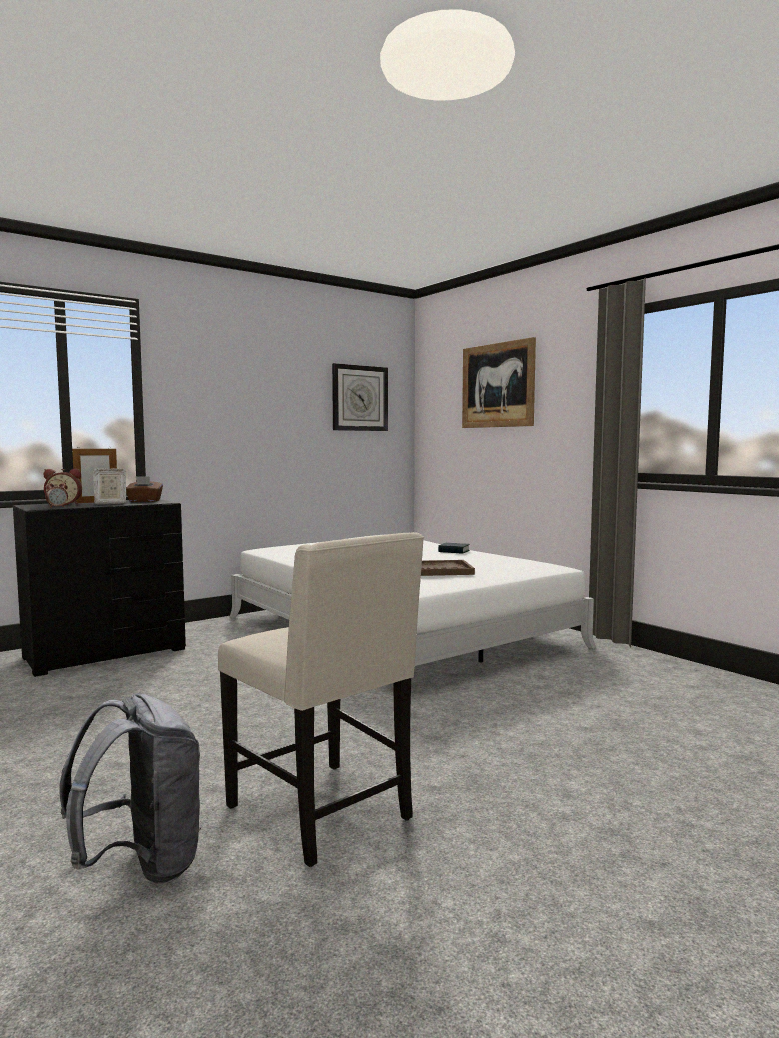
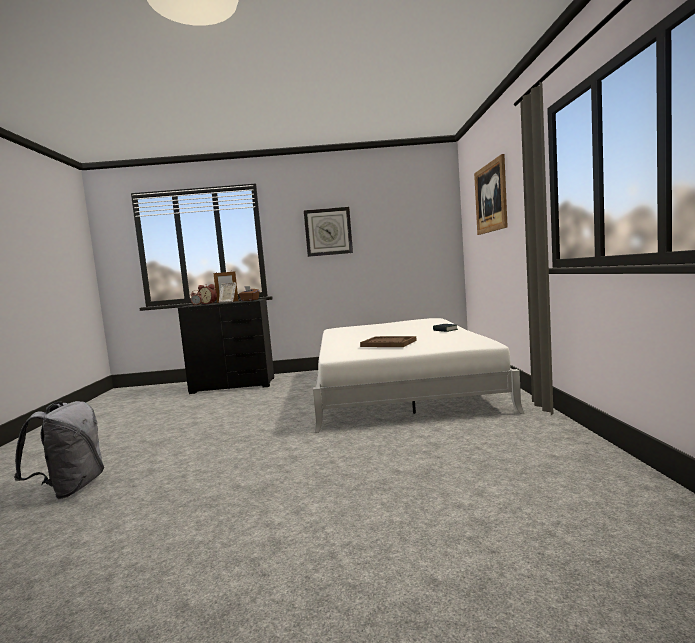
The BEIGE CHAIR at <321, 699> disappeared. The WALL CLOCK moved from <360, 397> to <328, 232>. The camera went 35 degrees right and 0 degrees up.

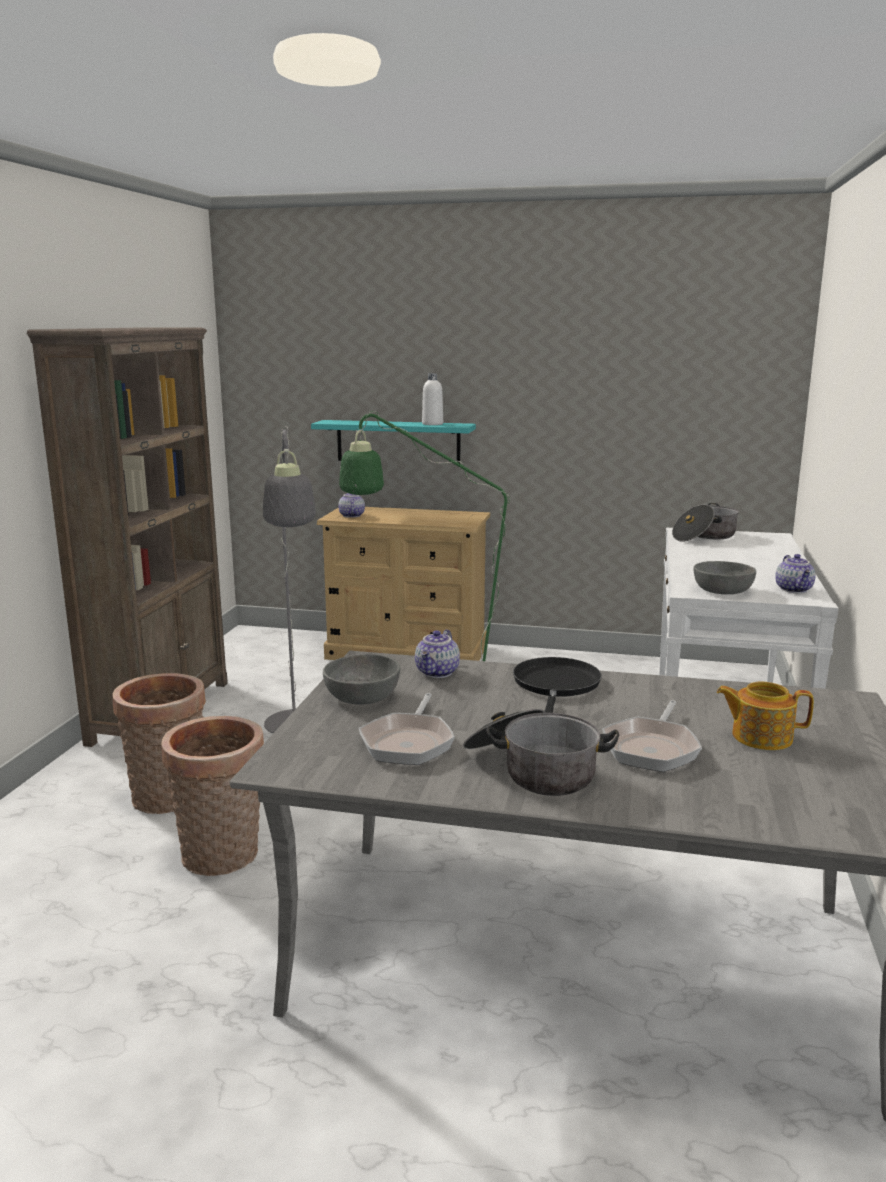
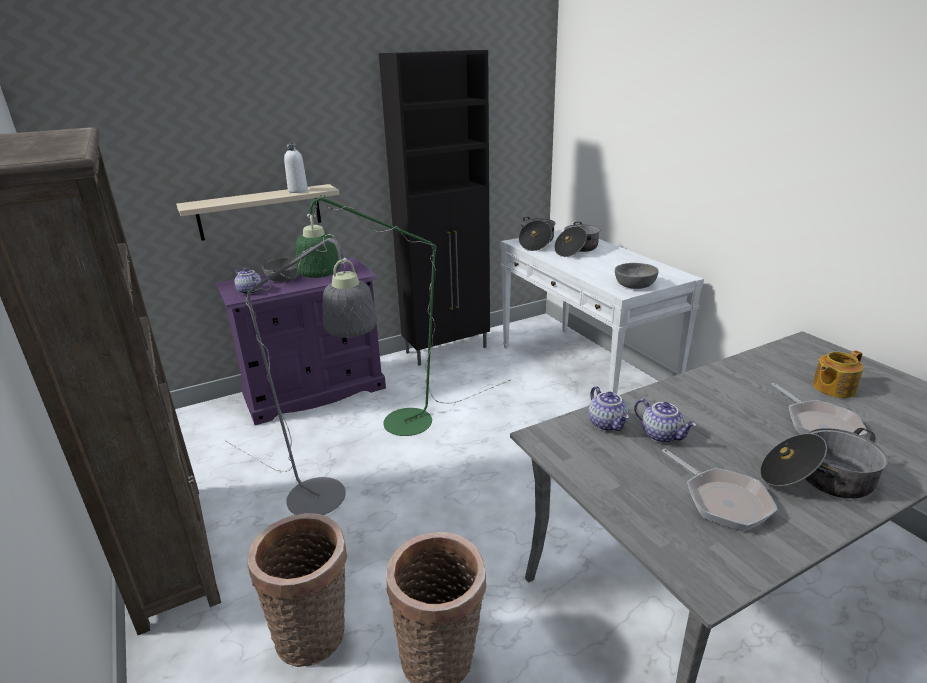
The TURQUOISE SHELF at <393, 441> became the BEIGE SHELF at <258, 212>. The BEIGE DRESSER at <403, 584> became the PURPLE DRESSER at <301, 341>. The GREY BOWL moved from <361, 679> to <281, 270>. The BLACK FRYING PAN at <557, 685> disappeared. The TEAPOT moved from <795, 573> to <665, 421>. The BLACK CABINET at <434, 208> appeared. The COOKING POT at <577, 239> appeared. The camera went 40 degrees left and 10 degrees up.

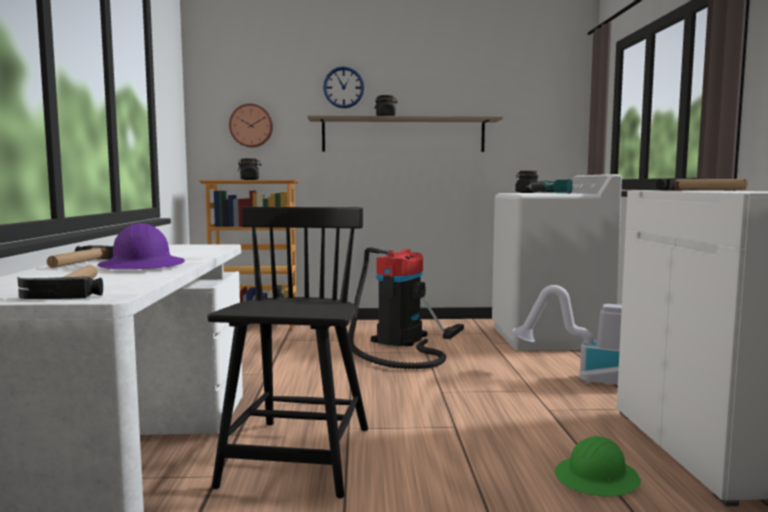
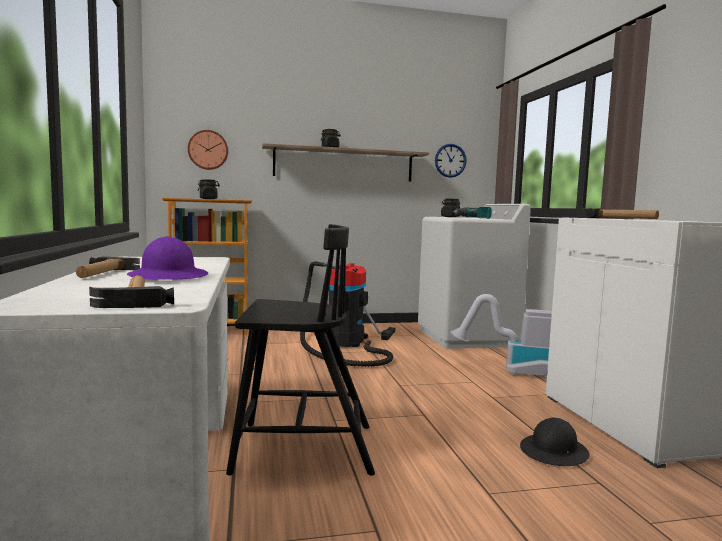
The BLACK CHAIR at <288, 352> turned 90 degrees clockwise. The WALL CLOCK moved from <343, 87> to <451, 161>. The GREEN HARD HAT at <598, 466> became the BLACK HARD HAT at <555, 441>. The camera went 10 degrees left and 0 degrees up.

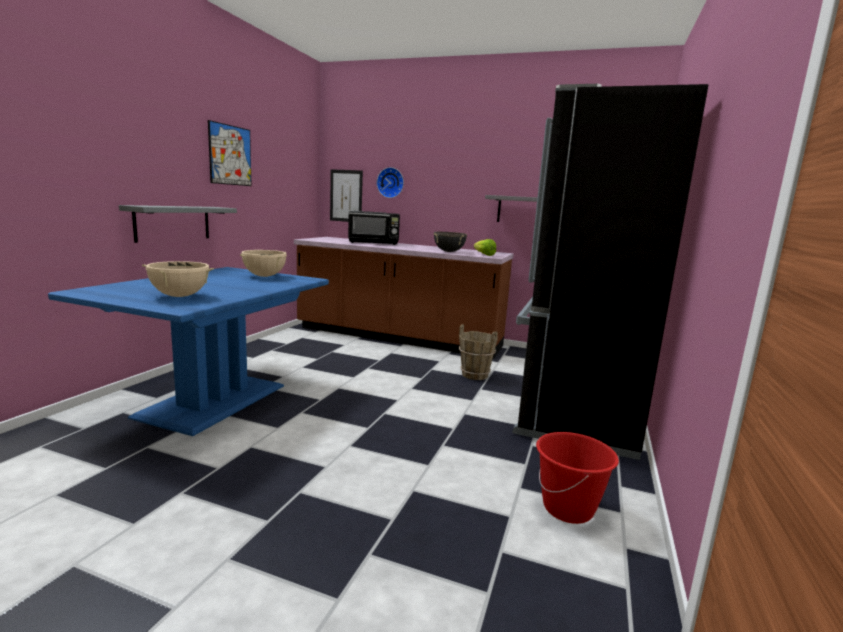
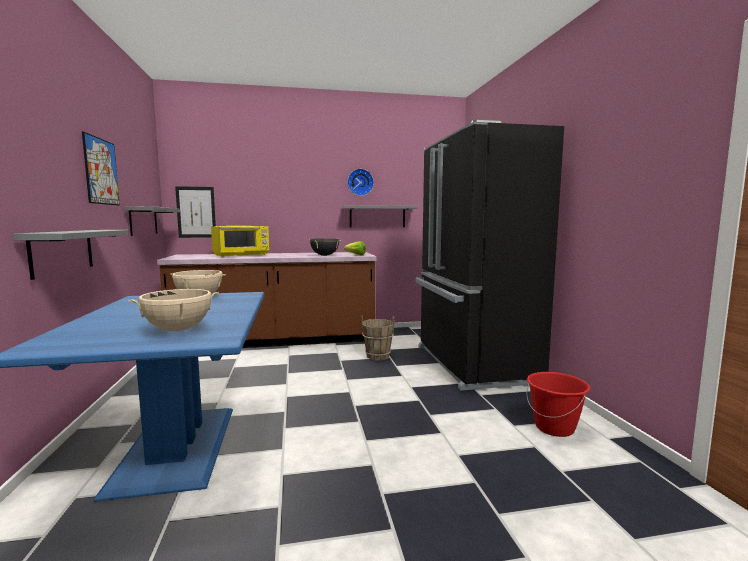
The BLACK MICROWAVE at <374, 228> became the YELLOW MICROWAVE at <240, 241>. The WALL CLOCK moved from <390, 182> to <360, 182>. The GREY SHELF at <152, 221> appeared. The camera went 30 degrees left and 5 degrees down.

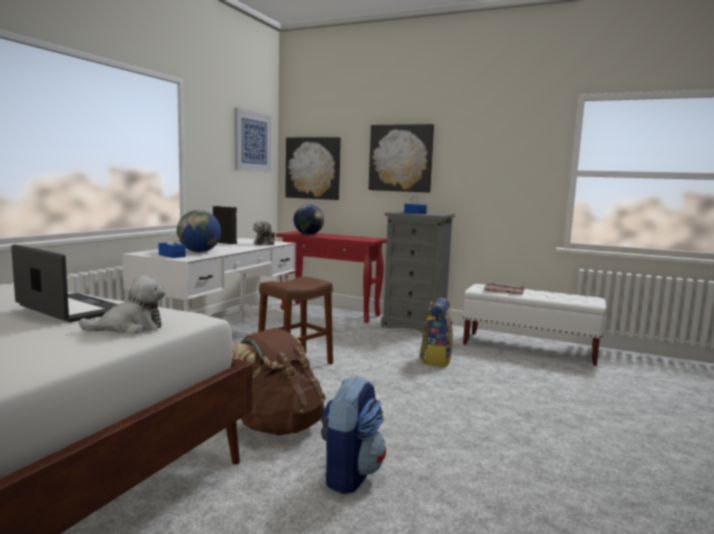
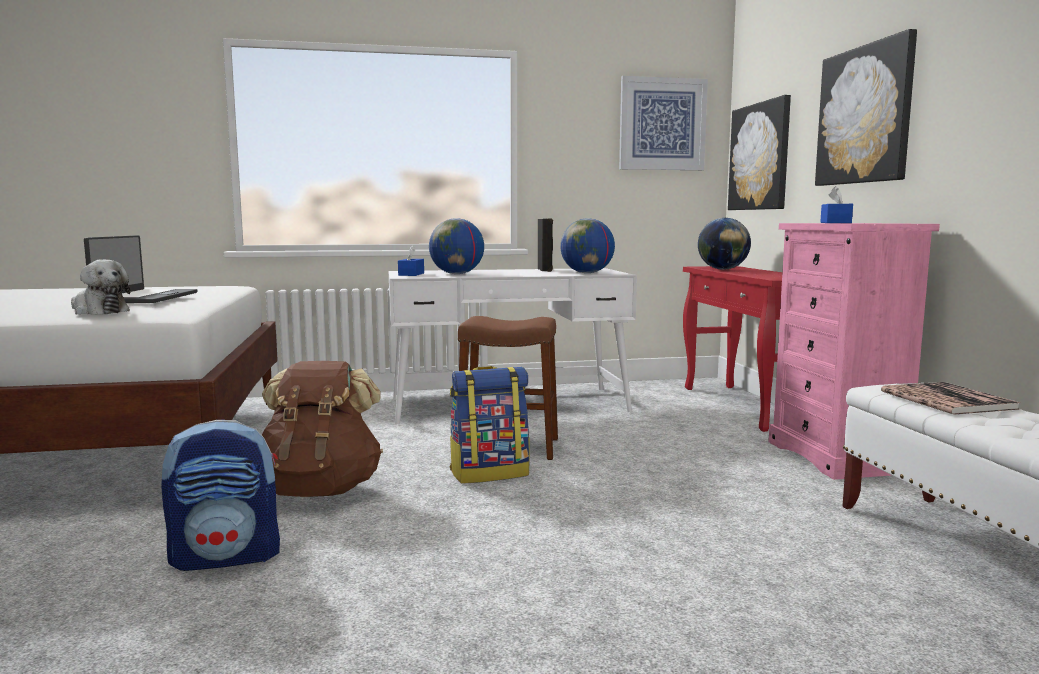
The PLUSH TOY at <264, 232> was replaced by the GLOBE at <587, 245>. The GREY DRESSER at <418, 271> became the PINK DRESSER at <854, 351>. The BACKPACK moved from <436, 332> to <490, 425>. The camera went 55 degrees right and 0 degrees up.

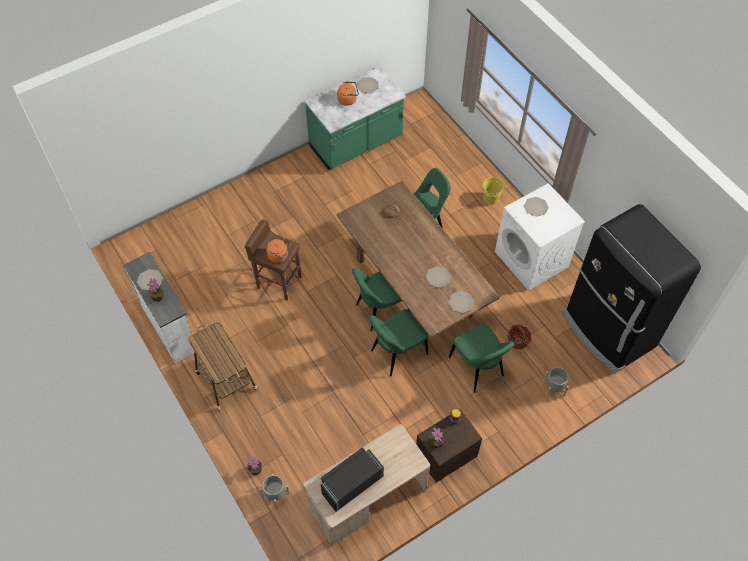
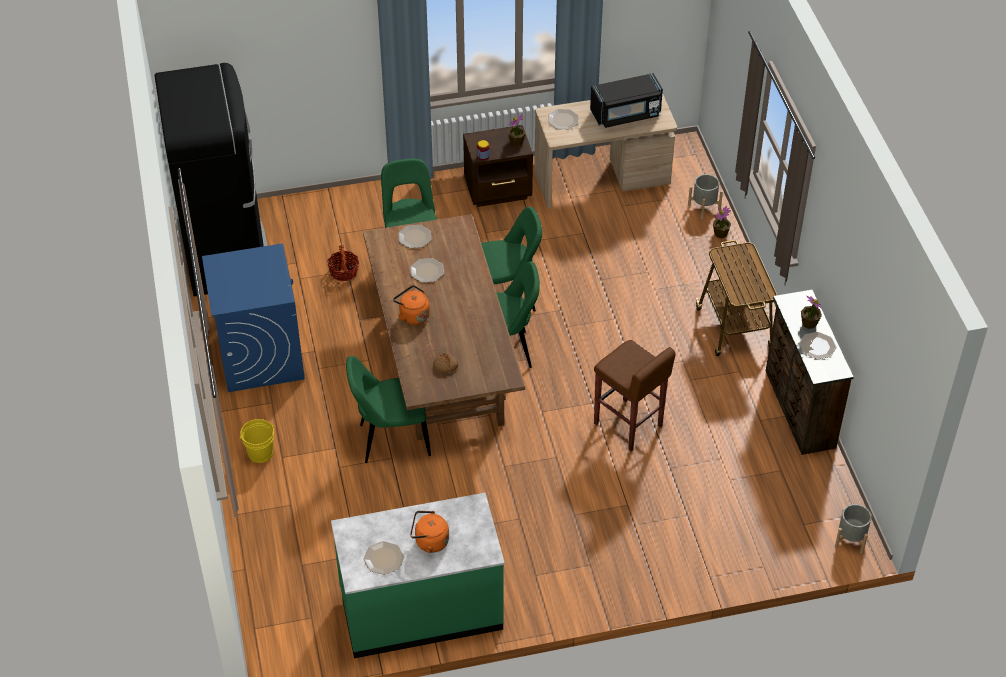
The WHITE DRESSER at <158, 307> became the BROWN DRESSER at <810, 372>. The ORANGE KETTLE moved from <278, 250> to <411, 305>. The WHITE WASHING MACHINE at <540, 237> became the BLUE WASHING MACHINE at <253, 318>. The PLATE moved from <536, 207> to <563, 119>. The GREY PLANTER moved from <556, 382> to <853, 529>. The camera went 160 degrees left and 10 degrees down.

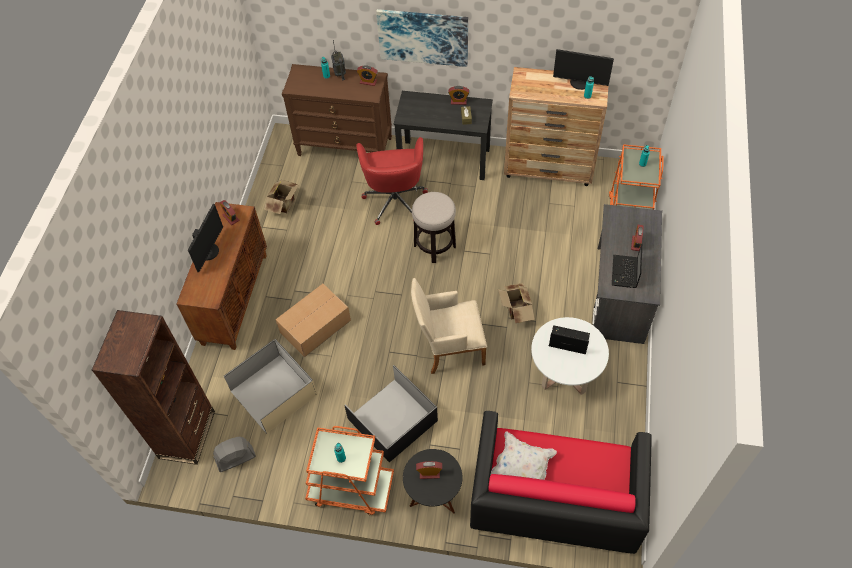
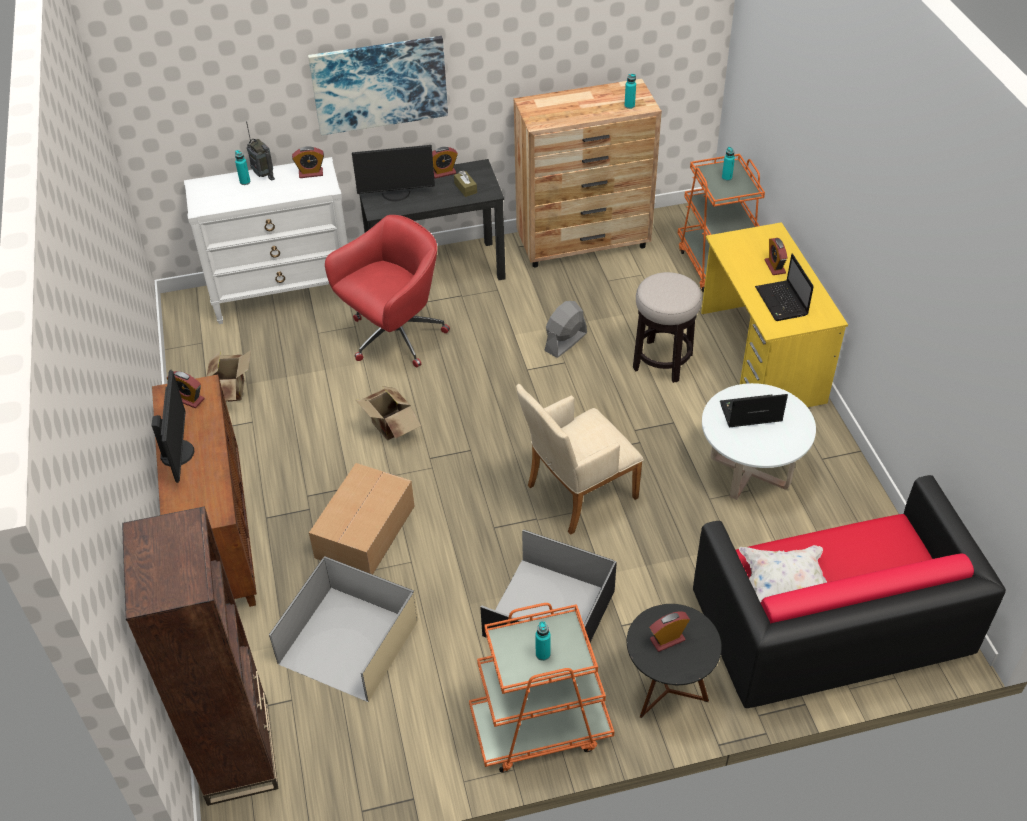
The GREY FAN moved from <234, 454> to <565, 329>. The BROWN DRESSER at <337, 110> became the WHITE DRESSER at <266, 240>. The RED OFFICE CHAIR at <392, 181> turned 105 degrees counterclockwise. The STOOL moved from <434, 227> to <667, 327>. The CARDBOARD BOX moved from <516, 303> to <388, 413>. The MONITOR moved from <583, 69> to <393, 173>. The GREY DESK at <627, 274> became the YELLOW DESK at <774, 314>. The camera went 25 degrees left and 10 degrees down.

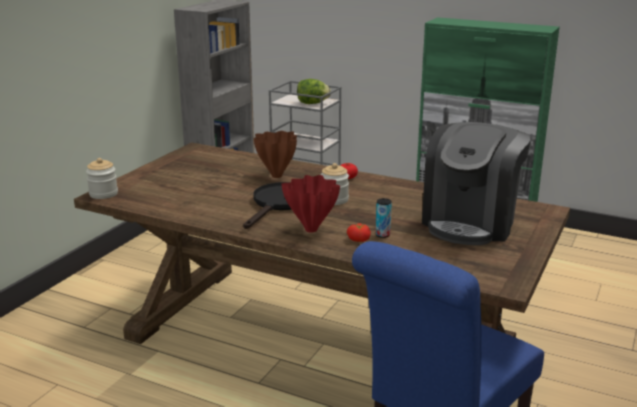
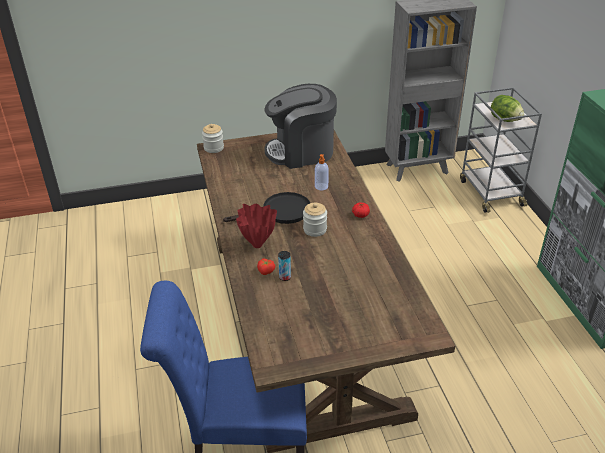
The BROWN VASE at <275, 154> was replaced by the SOAP DISPENSER at <322, 172>. The COFFEE MACHINE moved from <476, 183> to <300, 126>. The camera went 50 degrees right and 15 degrees up.

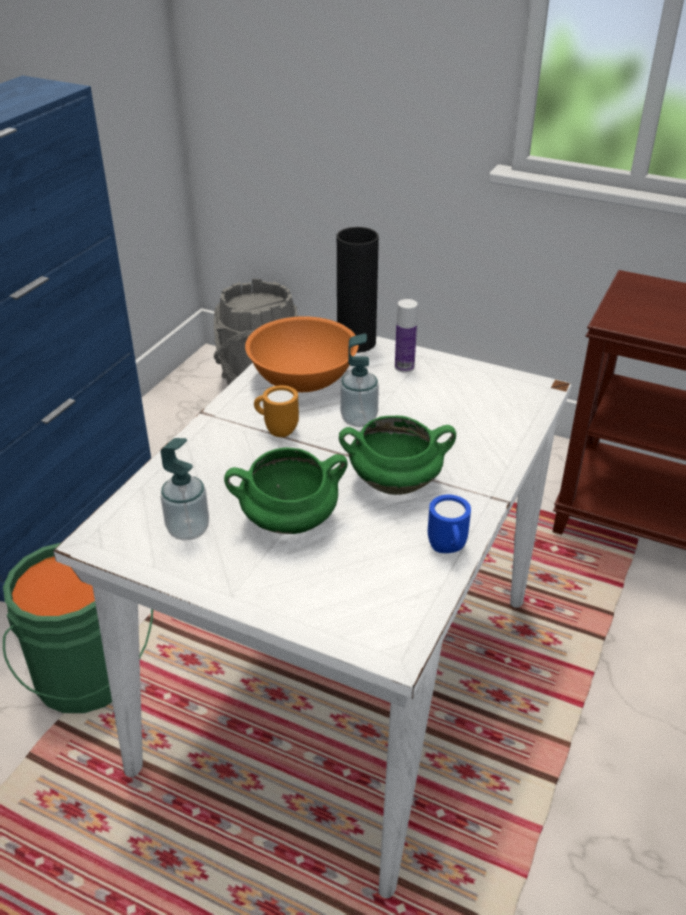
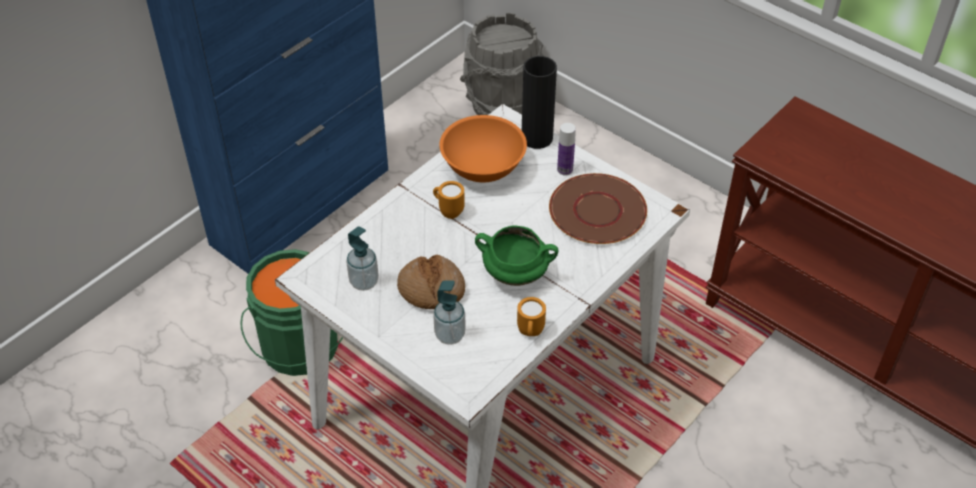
The GREEN COOKING POT at <286, 491> was replaced by the BREAD at <431, 282>. The SOAP DISPENSER moved from <359, 380> to <449, 312>. The BLUE MUG at <449, 524> became the ORANGE MUG at <531, 316>. The BROWN PLATE at <598, 208> appeared. The camera went 15 degrees right and 10 degrees up.

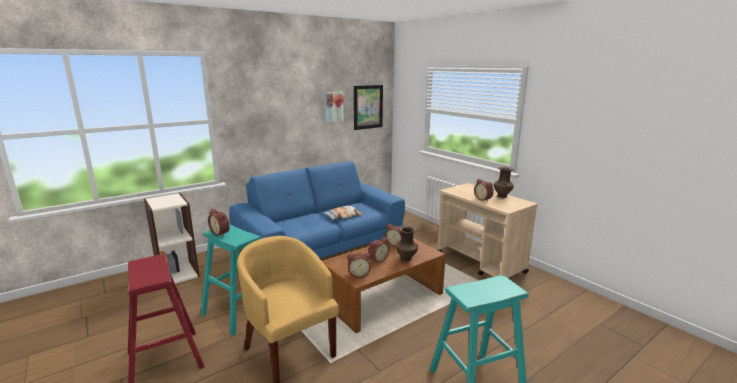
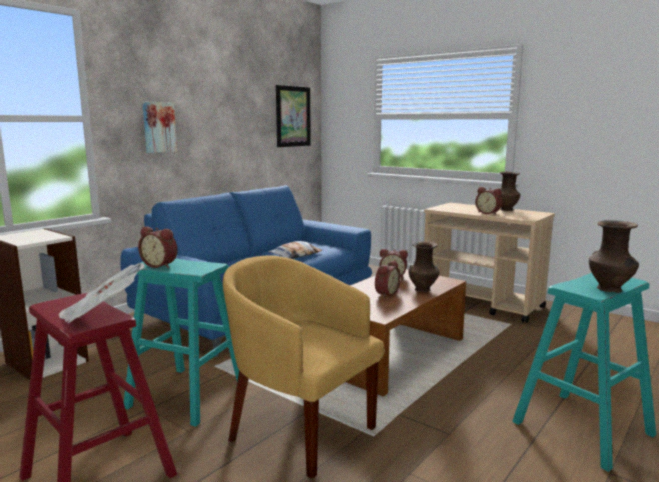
The PICTURE moved from <334, 107> to <160, 127>. The ALARM CLOCK at <359, 265> disappeared. The NEWSPAPER at <101, 293> appeared. The BROWN VASE at <614, 256> appeared. The camera went 15 degrees left and 5 degrees down.

